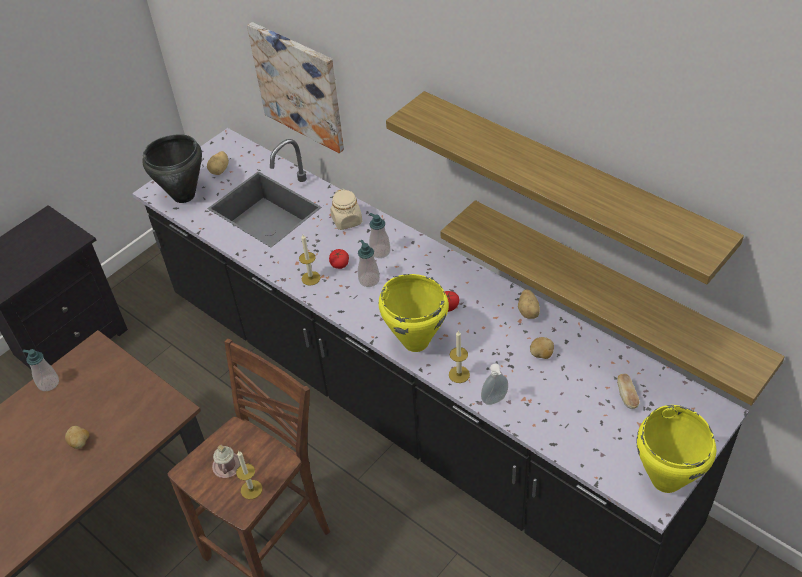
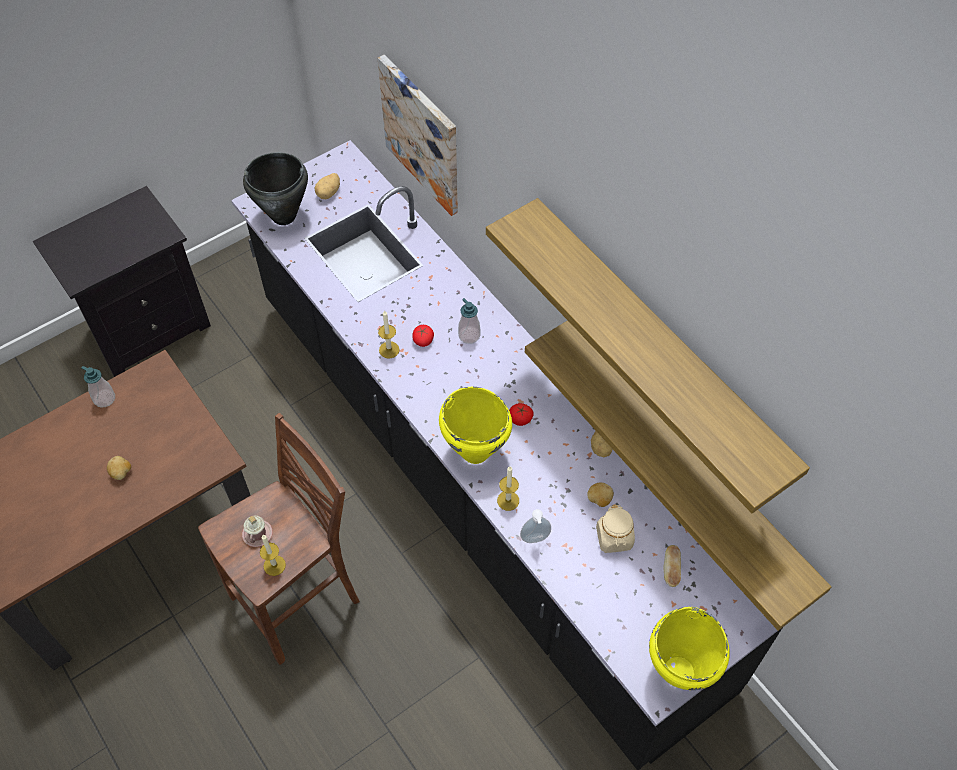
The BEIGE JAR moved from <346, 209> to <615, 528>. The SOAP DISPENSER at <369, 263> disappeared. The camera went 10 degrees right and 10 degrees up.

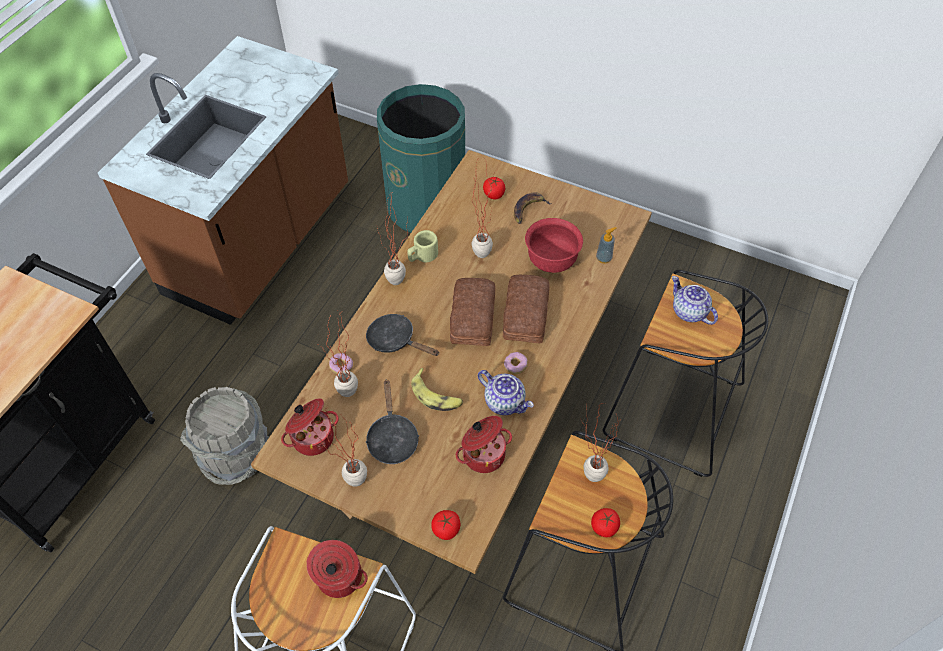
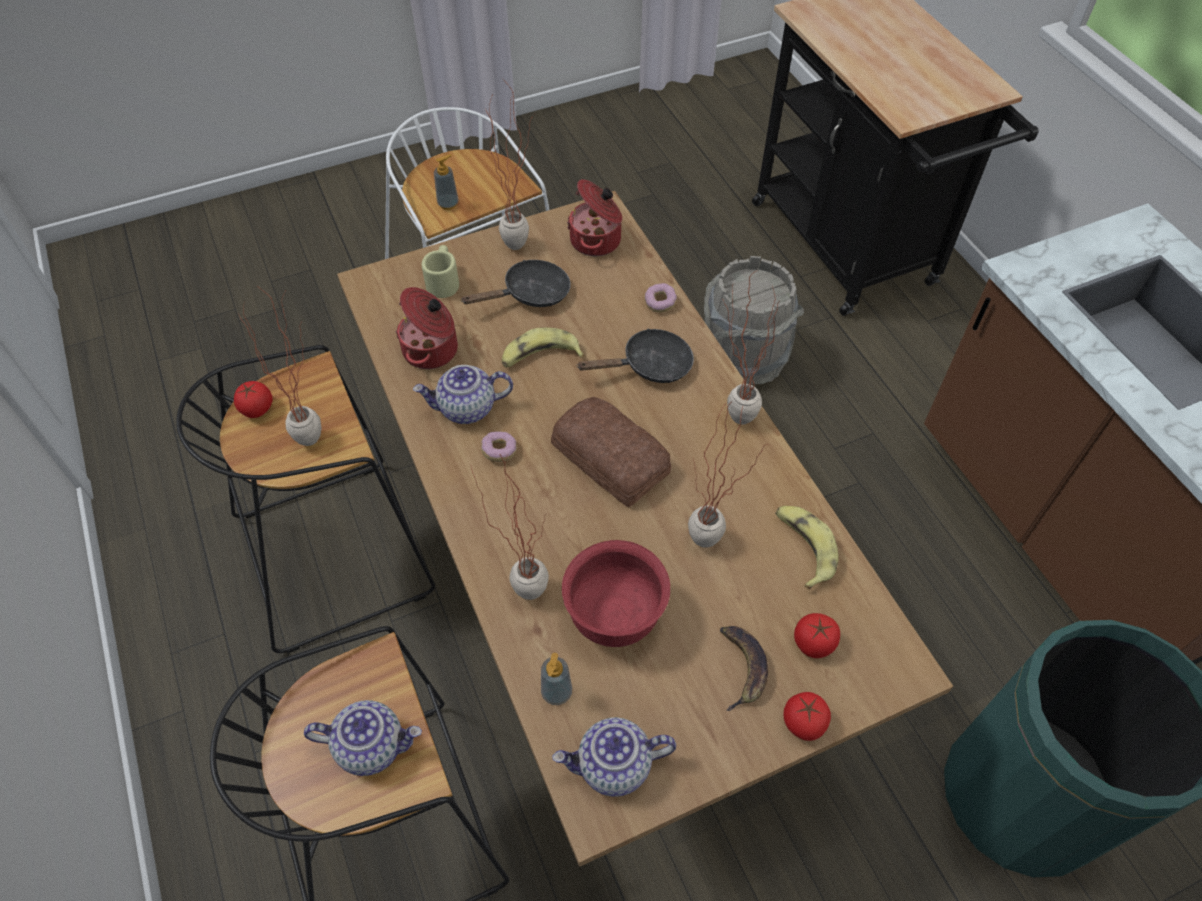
The COOKING POT at <337, 569> was replaced by the SOAP DISPENSER at <446, 182>. The POTTED PLANT moved from <338, 355> to <510, 527>. The BLACK FRYING PAN at <392, 421> turned 120 degrees clockwise. The BEIGE MUG moved from <422, 246> to <440, 271>. The TOMATO moved from <445, 525> to <807, 716>. The BREAD at <526, 309> disappeared. The TEAPOT at <614, 757> appeared. The BANANA at <806, 548> appeared. The camera went 130 degrees right and 0 degrees up.

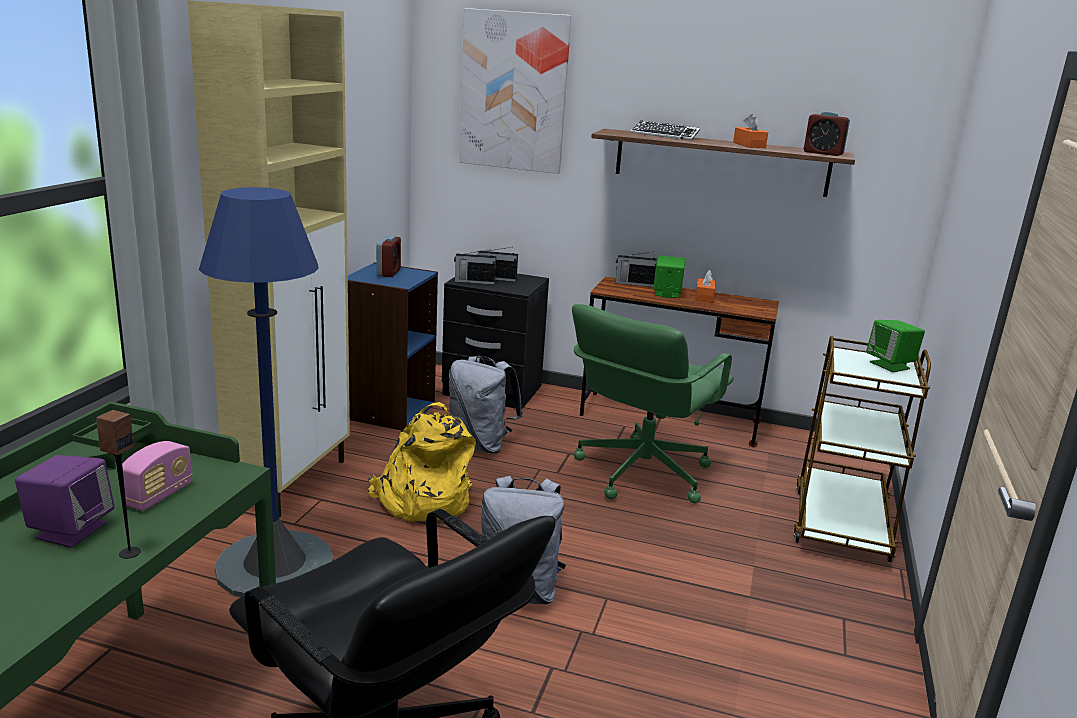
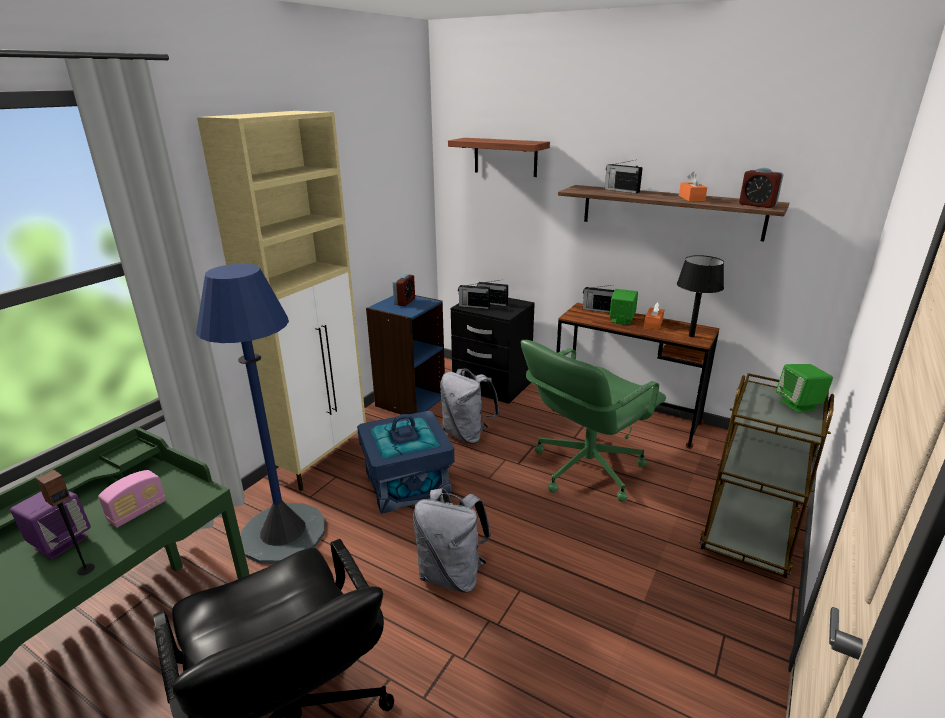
The YELLOW BACKPACK at <422, 462> was replaced by the BLUE STORAGE BOX at <406, 462>. The PICTURE at <515, 91> was replaced by the SHELF at <499, 157>. The KEYBOARD at <665, 130> was replaced by the RADIO at <624, 176>. The BLACK TABLE LAMP at <700, 296> appeared. The camera went 15 degrees right and 5 degrees up.

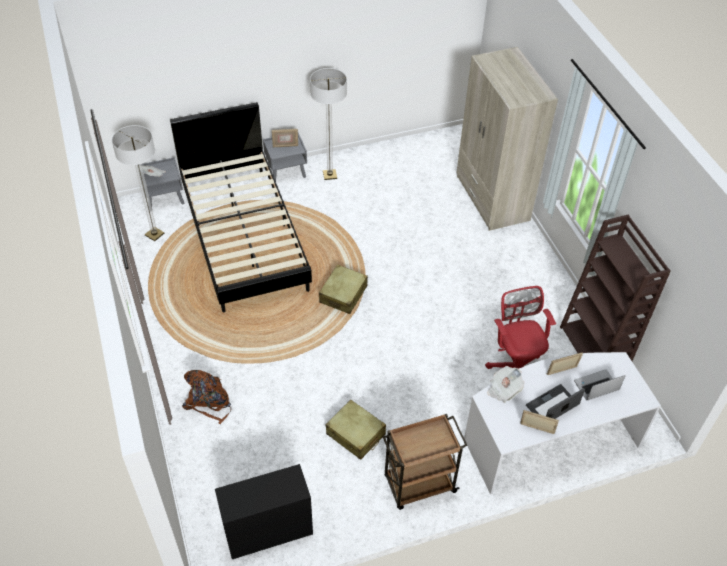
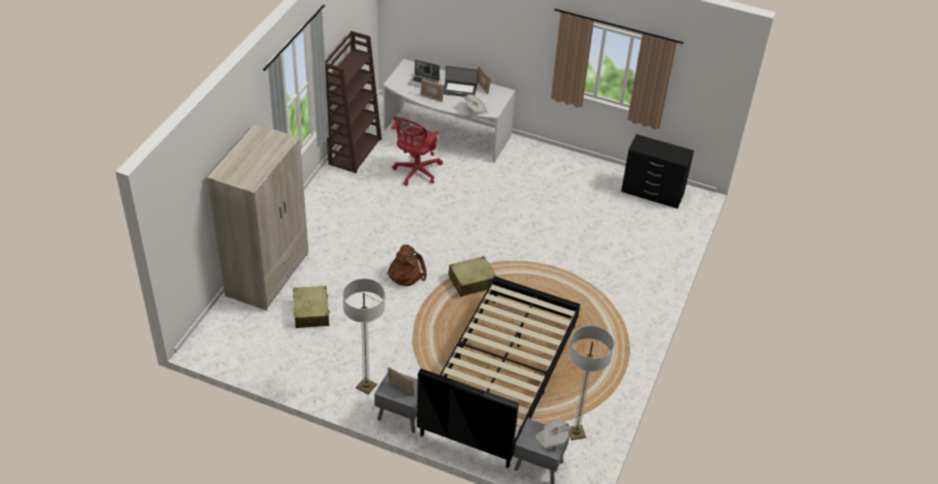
The BROWN BACKPACK moved from <206, 397> to <406, 265>. The BEIGE SUITCASE moved from <356, 430> to <311, 307>. The BROWN CART at <424, 462> disappeared. The camera went 140 degrees left and 5 degrees down.

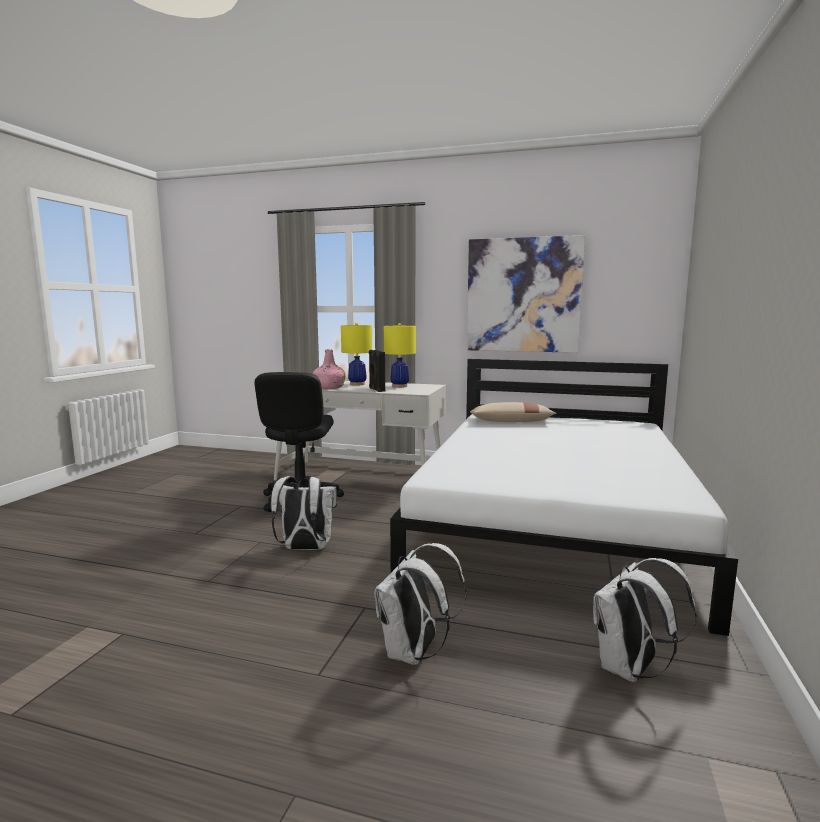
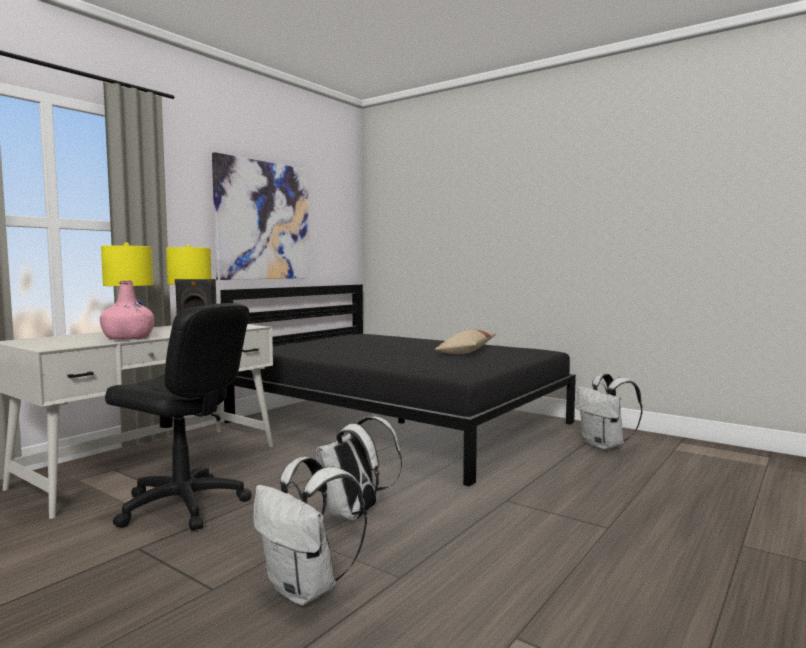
The WHITE BACKPACK moved from <420, 604> to <310, 531>. The WHITE BED at <564, 497> became the BLACK BED at <398, 385>. The BEIGE PILLOW moved from <513, 412> to <465, 341>. The camera went 70 degrees left and 5 degrees down.

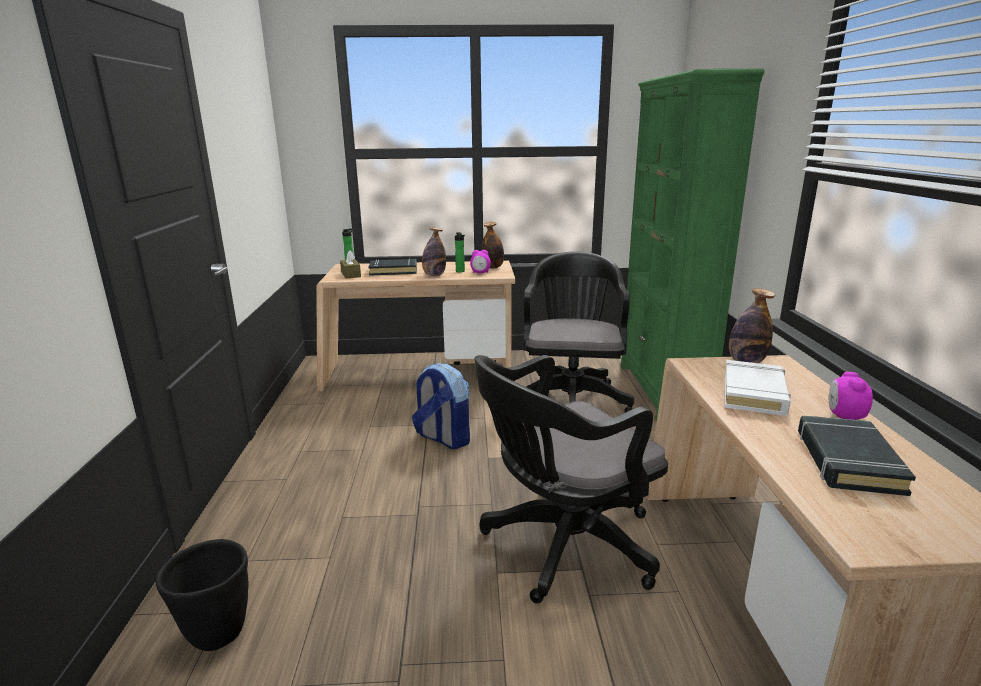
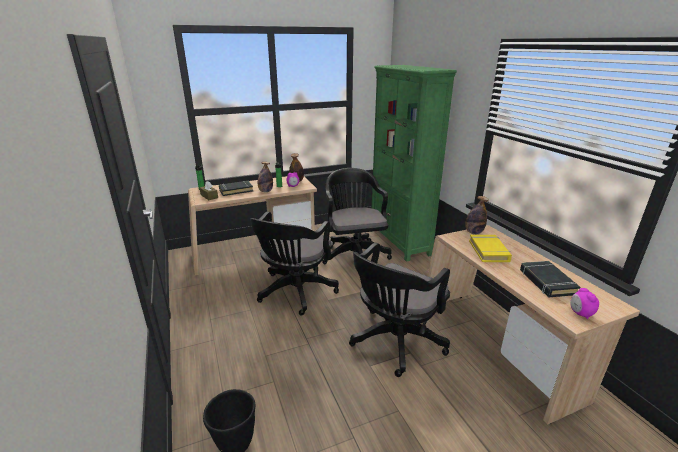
The BACKPACK at <441, 406> was replaced by the BLACK OFFICE CHAIR at <294, 264>. The WHITE BOOK at <757, 388> became the YELLOW BOOK at <490, 248>. The ALARM CLOCK moved from <851, 396> to <584, 303>. The camera went 20 degrees left and 5 degrees up.

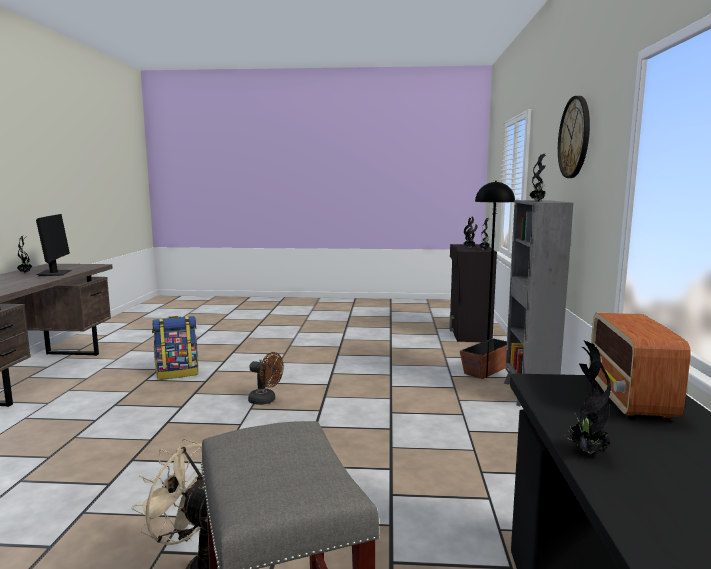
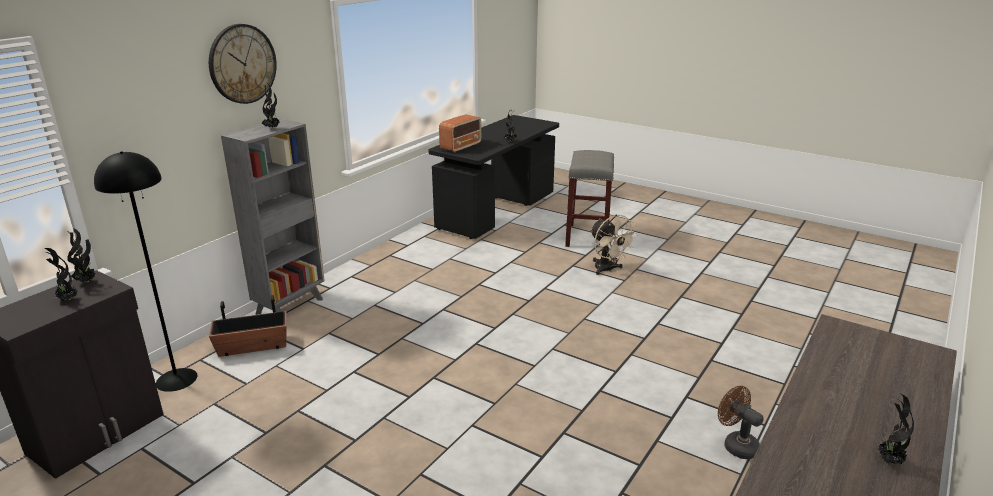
The MONITOR at <53, 245> disappeared. The BACKPACK at <175, 348> disappeared. The BROWN FAN moved from <266, 378> to <741, 422>. The camera went 150 degrees left and 15 degrees up.

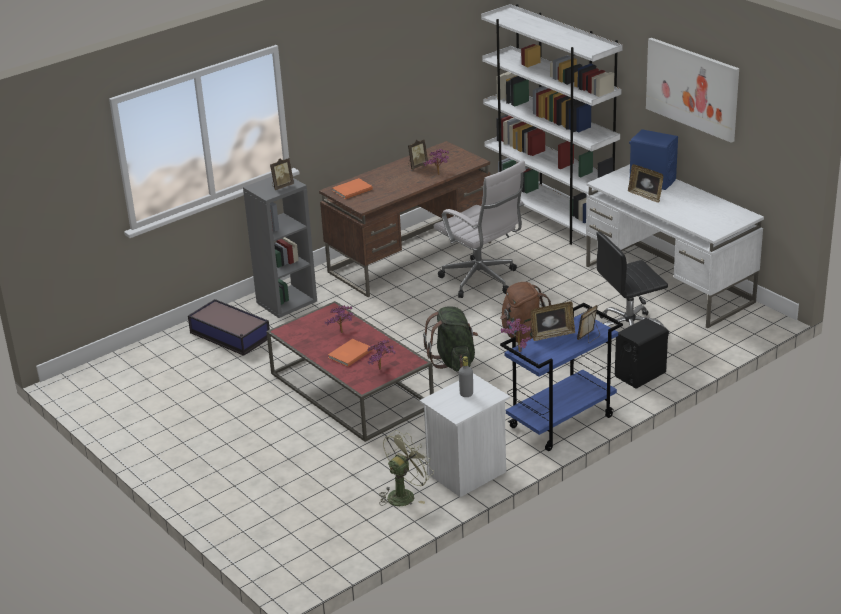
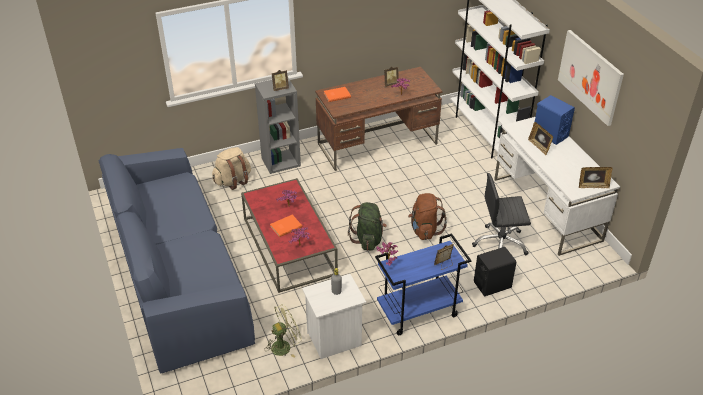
The STORAGE BOX at <229, 327> was replaced by the BEIGE BACKPACK at <231, 168>. The WHITE OFFICE CHAIR at <480, 229> disappeared. The PICTURE FRAME moved from <553, 321> to <596, 177>. The BLUE SOFA at <177, 260> appeared. The camera went 15 degrees right and 10 degrees up.

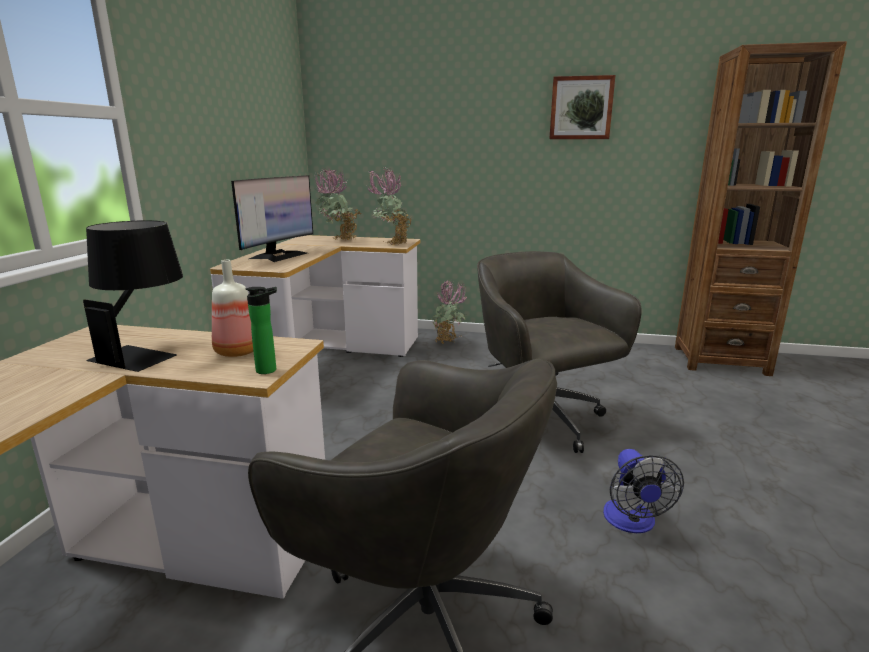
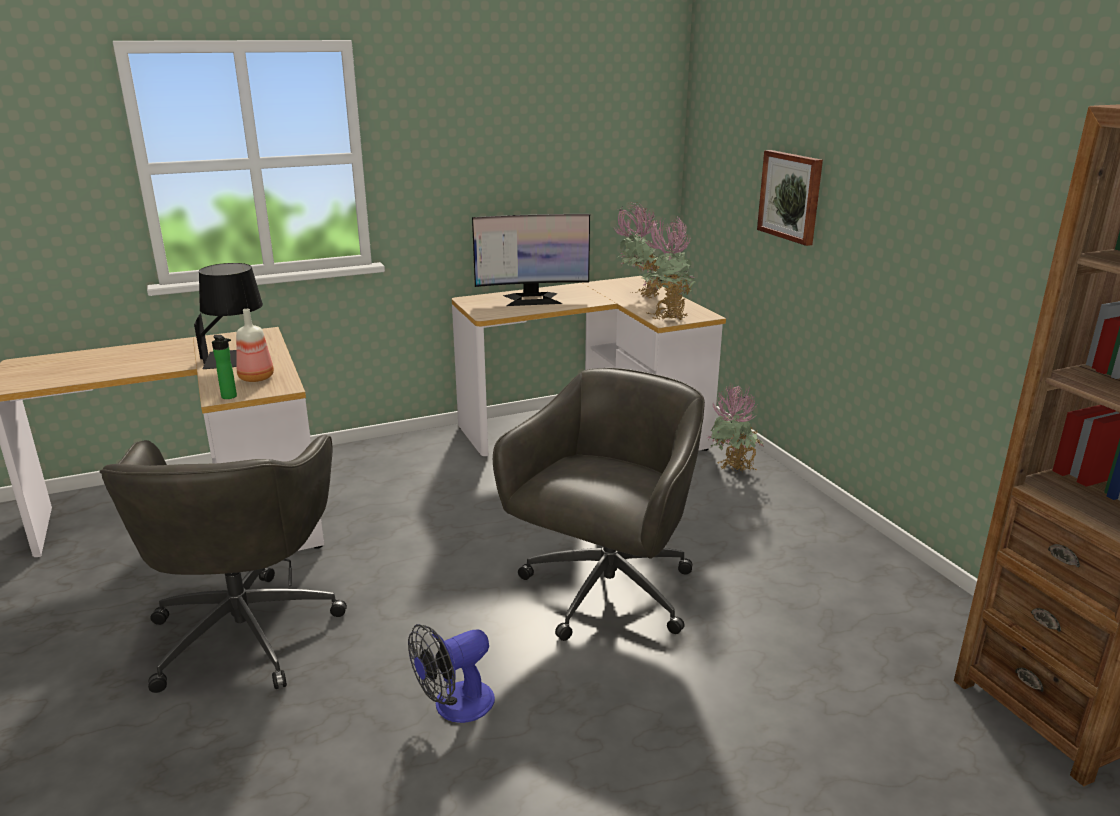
The PICTURE moved from <582, 107> to <790, 198>. The camera went 55 degrees right and 5 degrees up.

